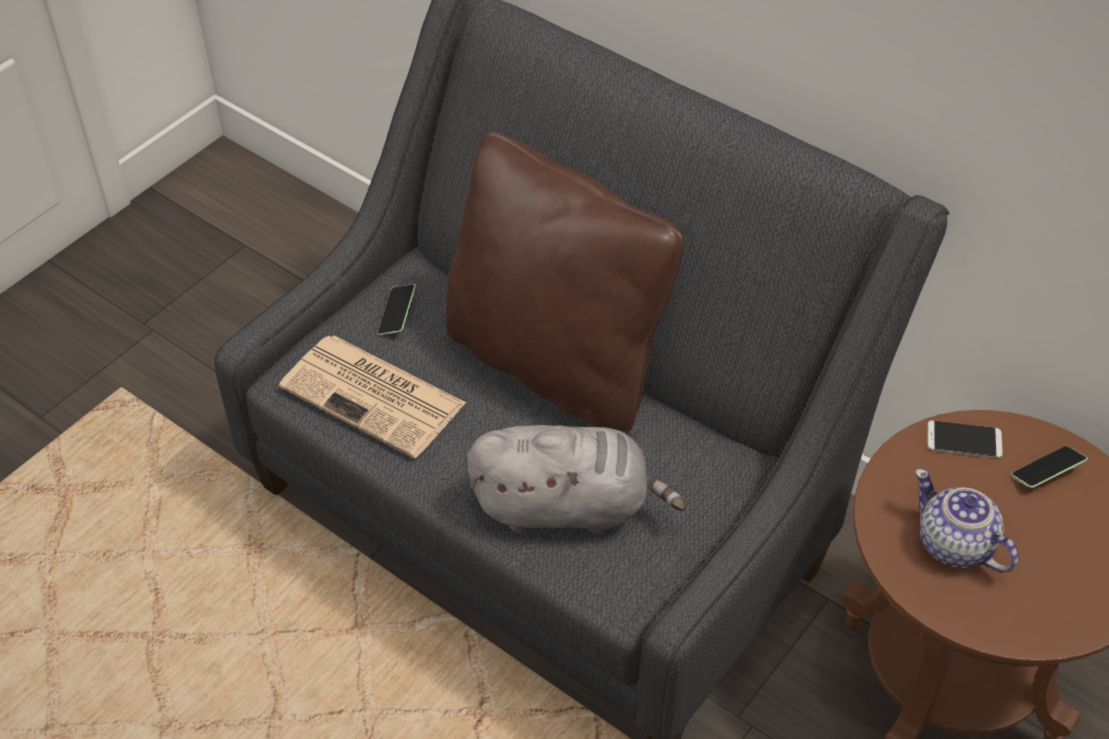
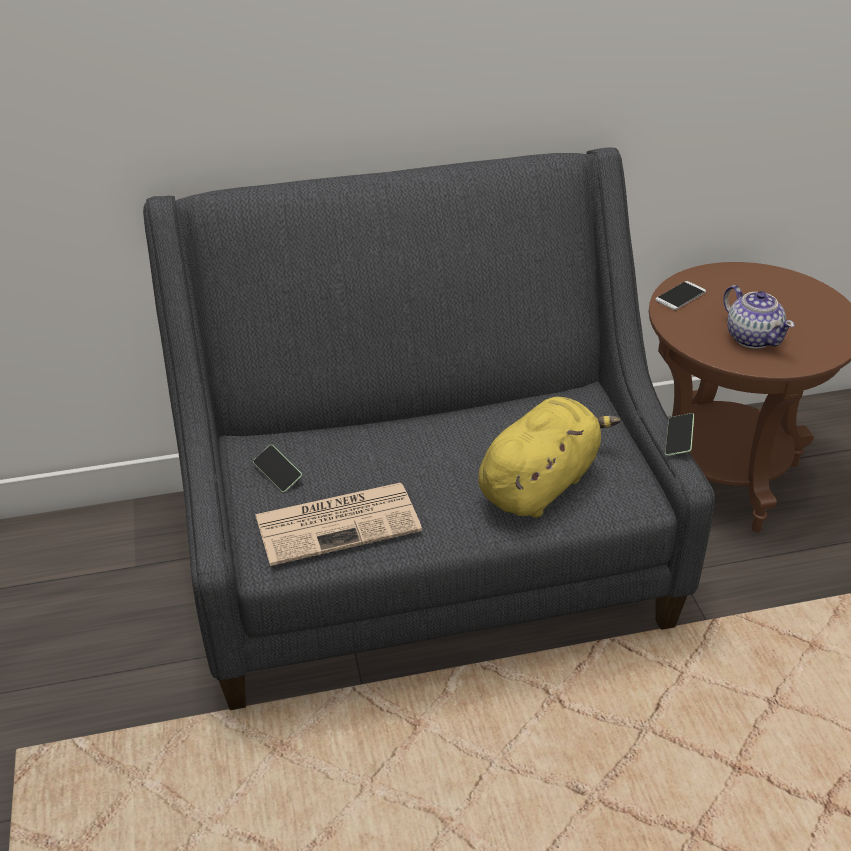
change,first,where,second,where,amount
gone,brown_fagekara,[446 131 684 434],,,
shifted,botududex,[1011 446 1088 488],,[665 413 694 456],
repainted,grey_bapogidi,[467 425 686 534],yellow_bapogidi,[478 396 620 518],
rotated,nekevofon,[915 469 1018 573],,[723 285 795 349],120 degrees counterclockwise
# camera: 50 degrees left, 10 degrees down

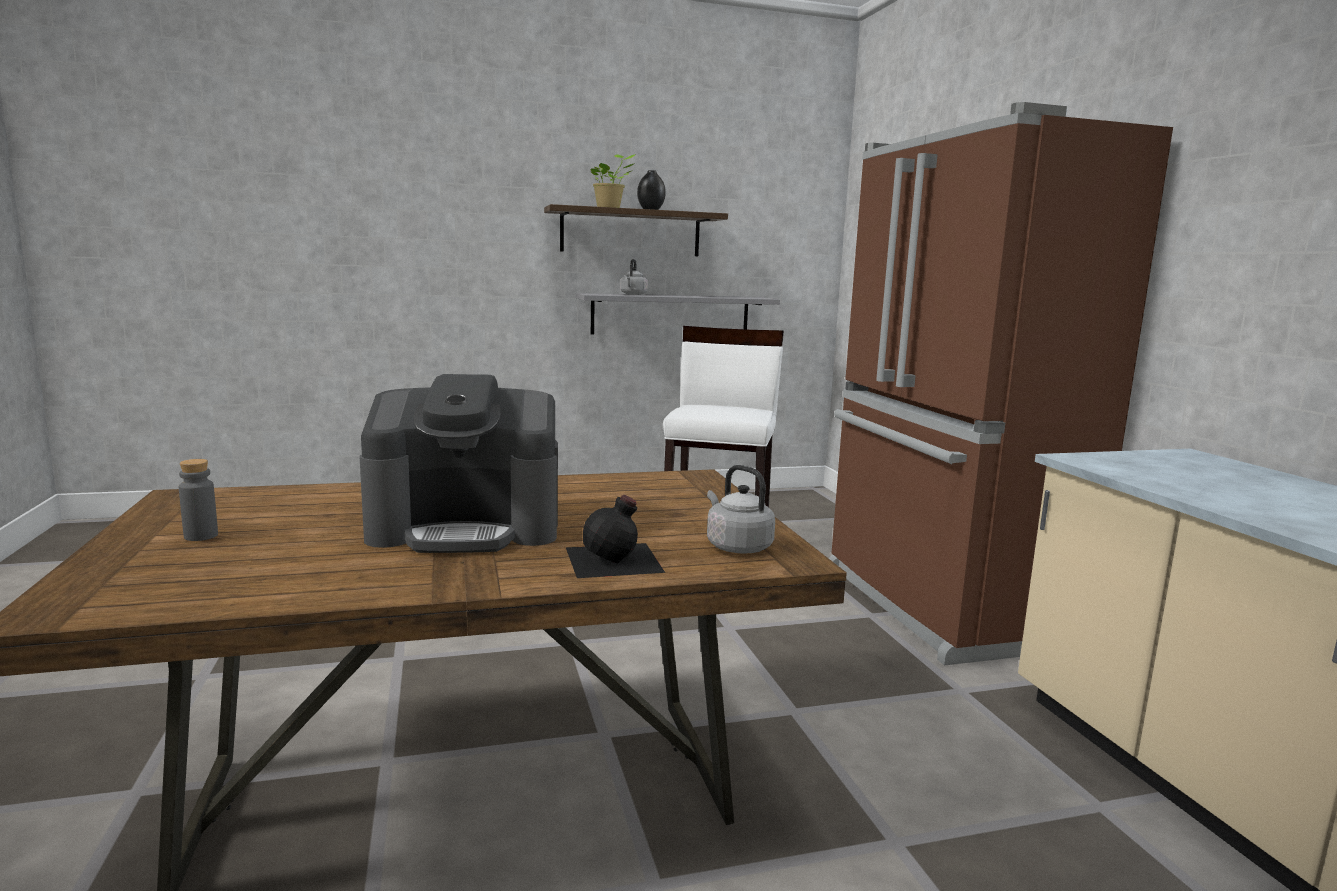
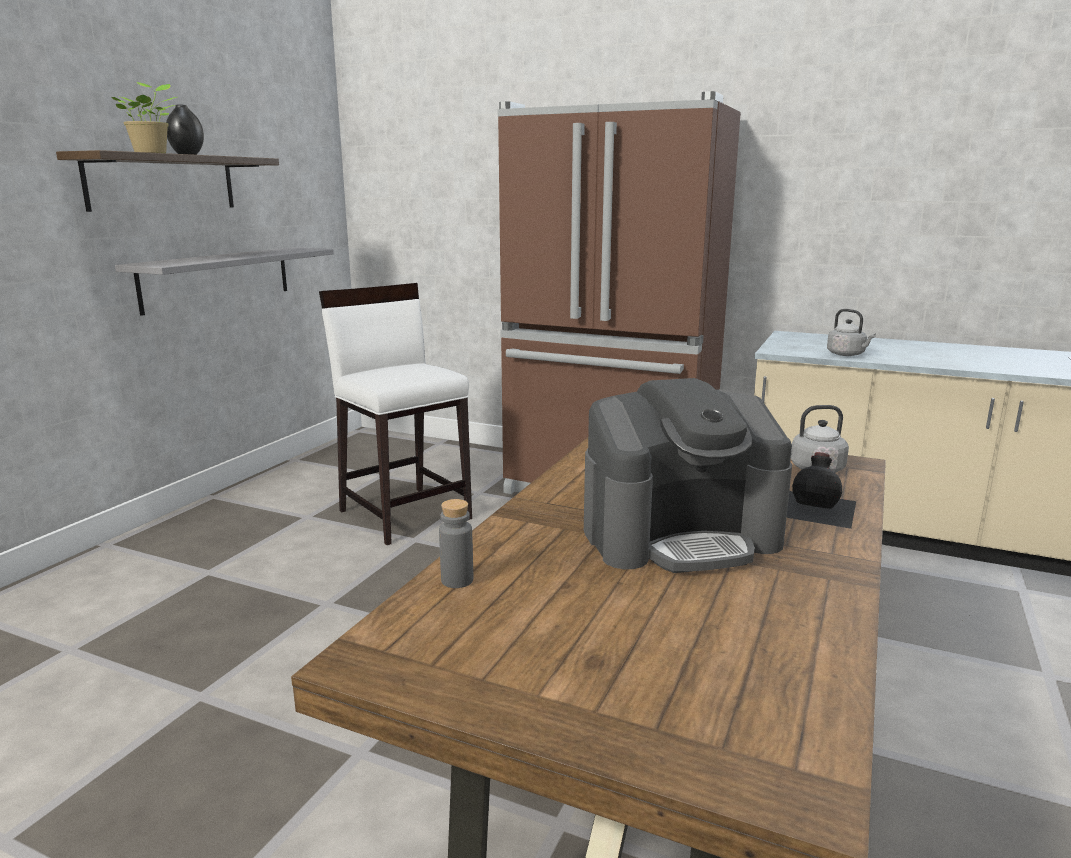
change,first,where,second,where,amount
shifted,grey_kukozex,[179 459 218 541],,[439 499 473 588],
shifted,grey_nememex,[620 259 648 295],,[827 309 876 356],
rotated,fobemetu,[360 374 558 553],,[584 378 792 573],45 degrees clockwise
# camera: 50 degrees left, 5 degrees up

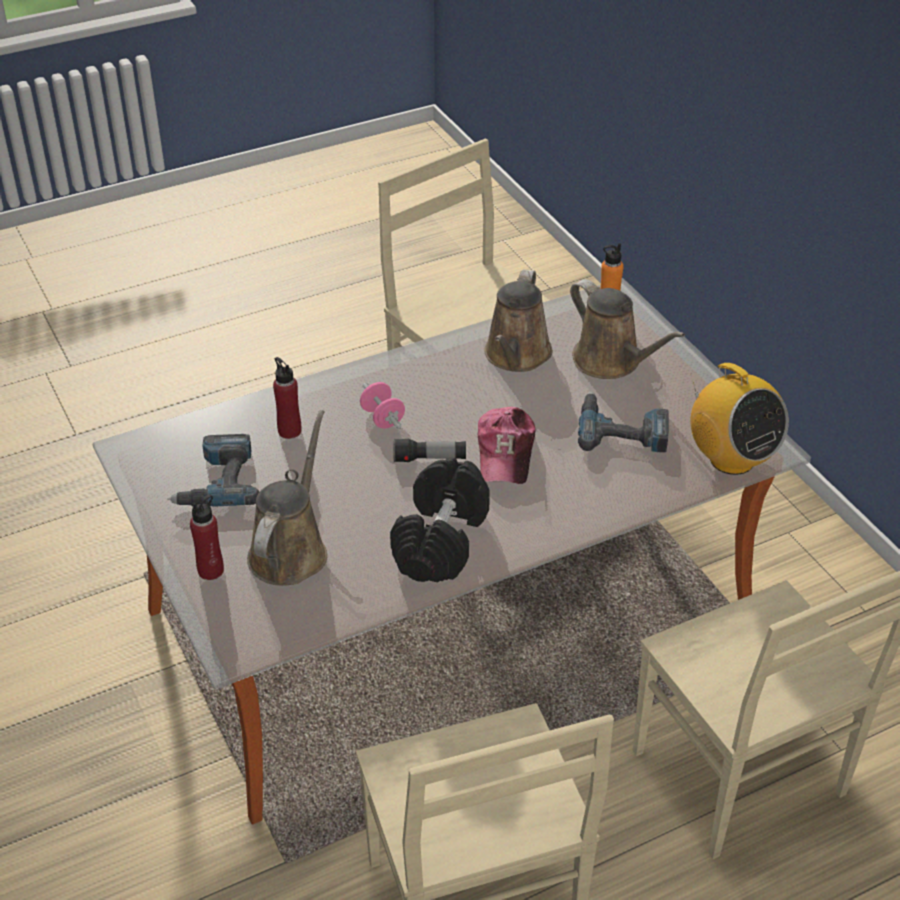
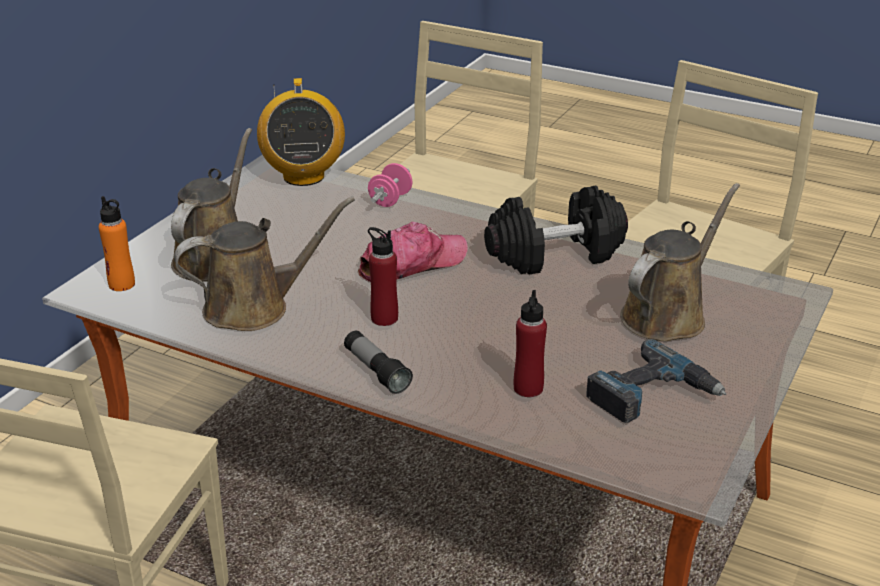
change,first,where,second,where,amount
gone,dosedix,[578 392 669 453],,,
shifted,red_kukozex,[190 495 224 580],,[368 227 398 326],
shifted,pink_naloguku,[360 382 405 429],,[368 163 412 207],
shifted,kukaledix,[393 439 466 462],,[344 331 413 394],
rotated,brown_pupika,[247 410 327 586],,[620 183 740 341],150 degrees clockwise
rotated,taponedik,[690 363 789 475],,[257 78 345 186],150 degrees clockwise
# camera: 125 degrees left, 10 degrees down

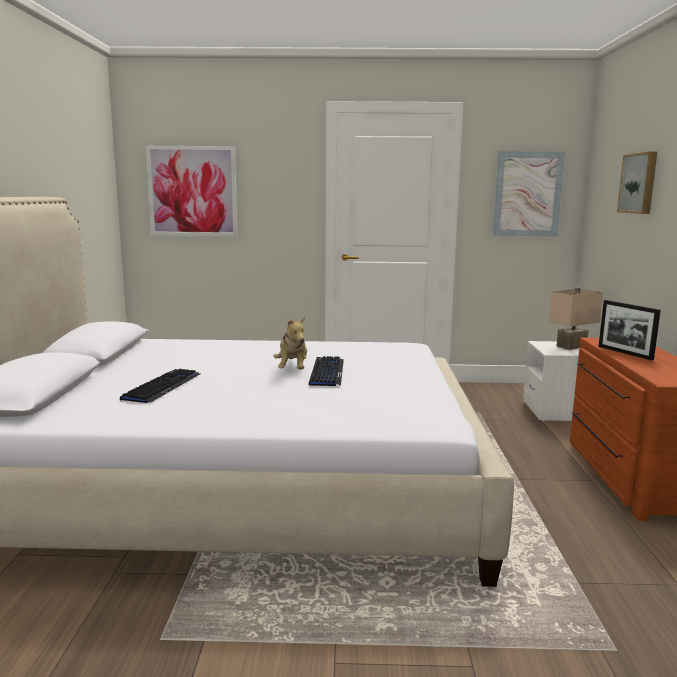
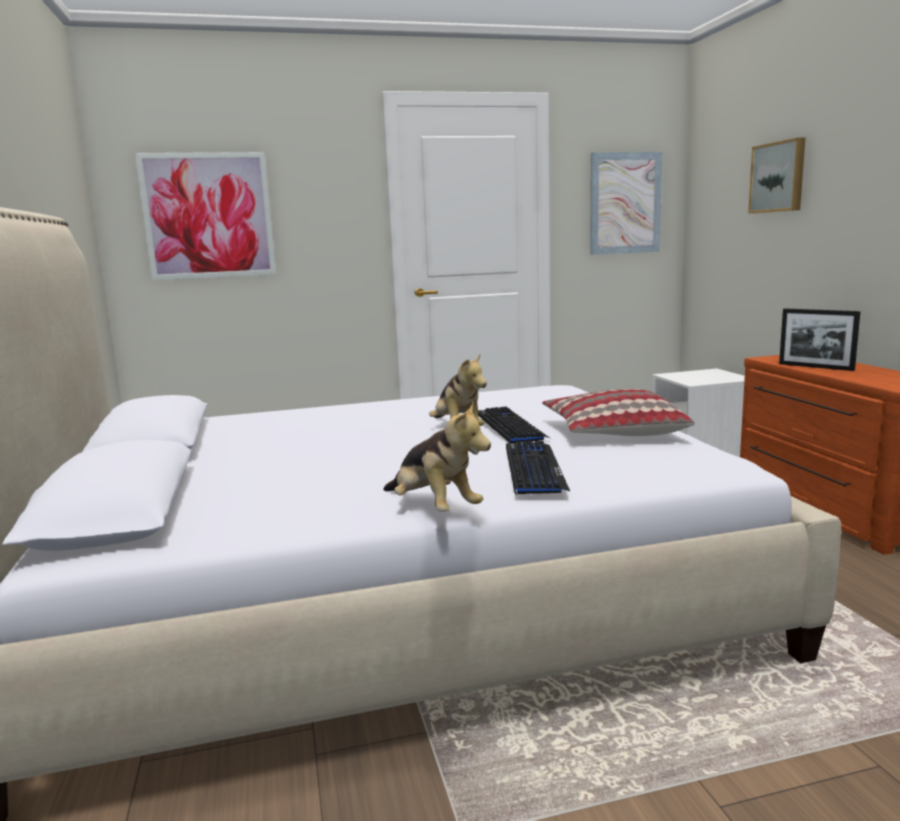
change,first,where,second,where,amount
gone,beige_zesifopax,[549 287 603 350],,,
new,,,bapogidi,[384 402 491 511],
new,,,fagekara,[542 389 695 436],
shifted,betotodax,[120 369 200 403],,[506 441 570 495],
# camera: 15 degrees left, 0 degrees up

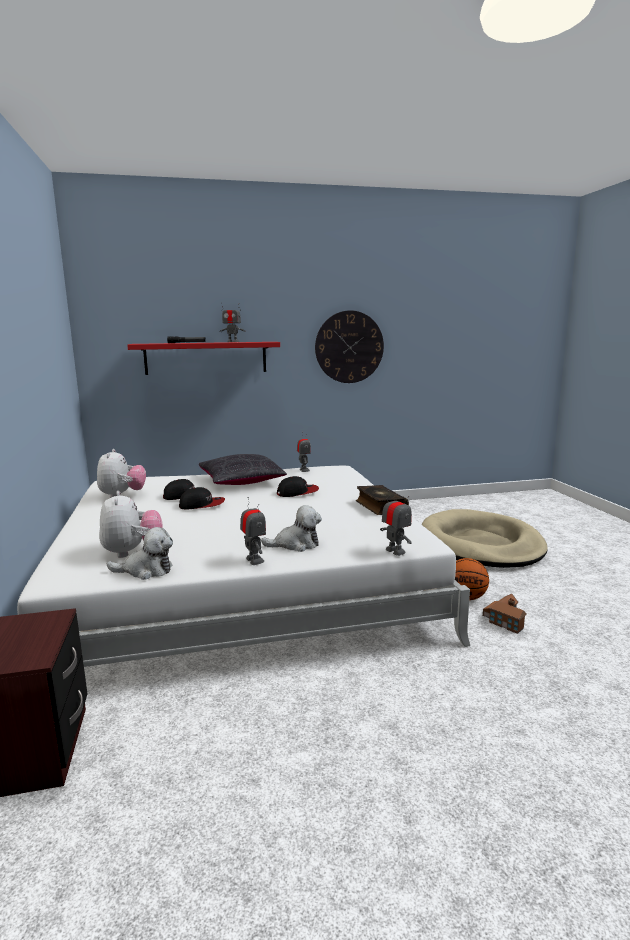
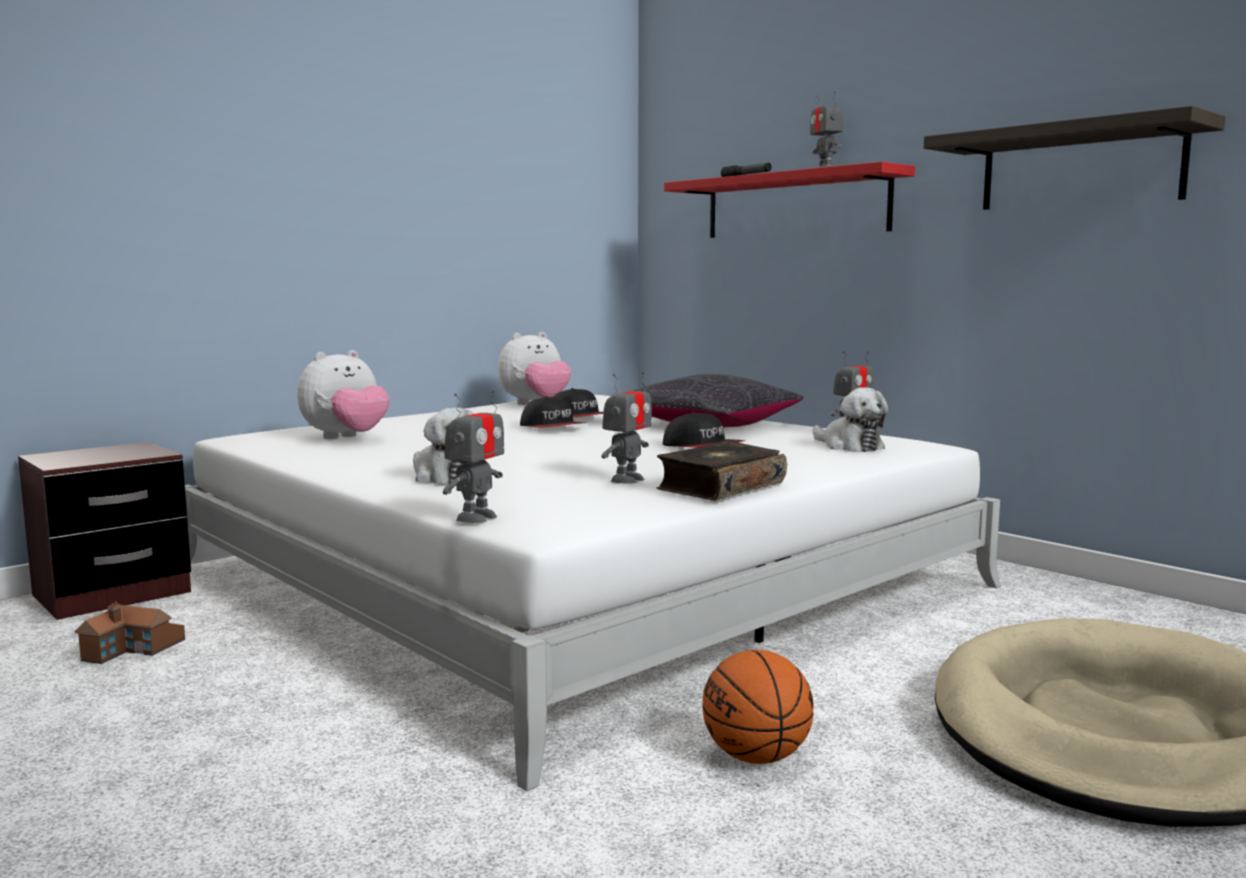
change,first,where,second,where,amount
shifted,bapogidi,[107 527 173 580],,[813 387 888 452],
shifted,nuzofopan,[240 497 266 565],,[602 372 652 484],
shifted,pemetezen,[483 594 527 634],,[75 602 185 664],
swapped,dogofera,[315 310 384 383],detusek,[924 106 1225 210],
# camera: 60 degrees right, 5 degrees down

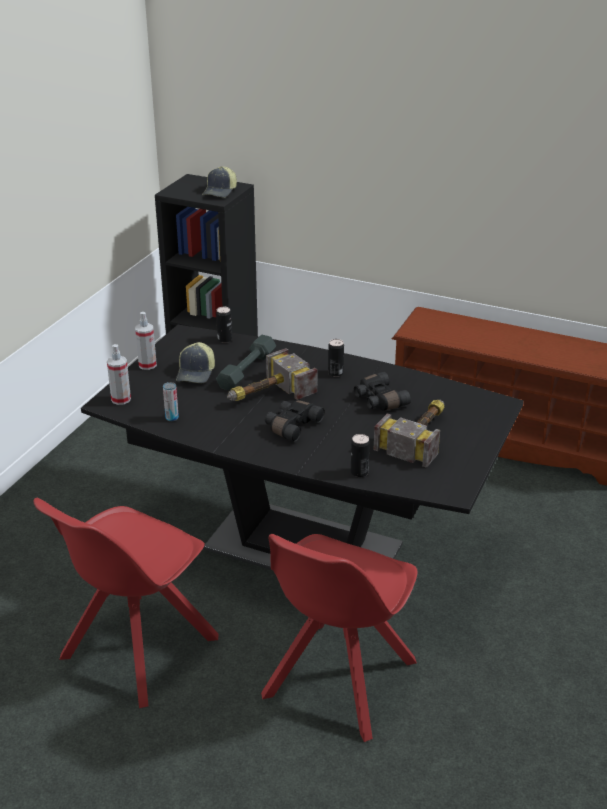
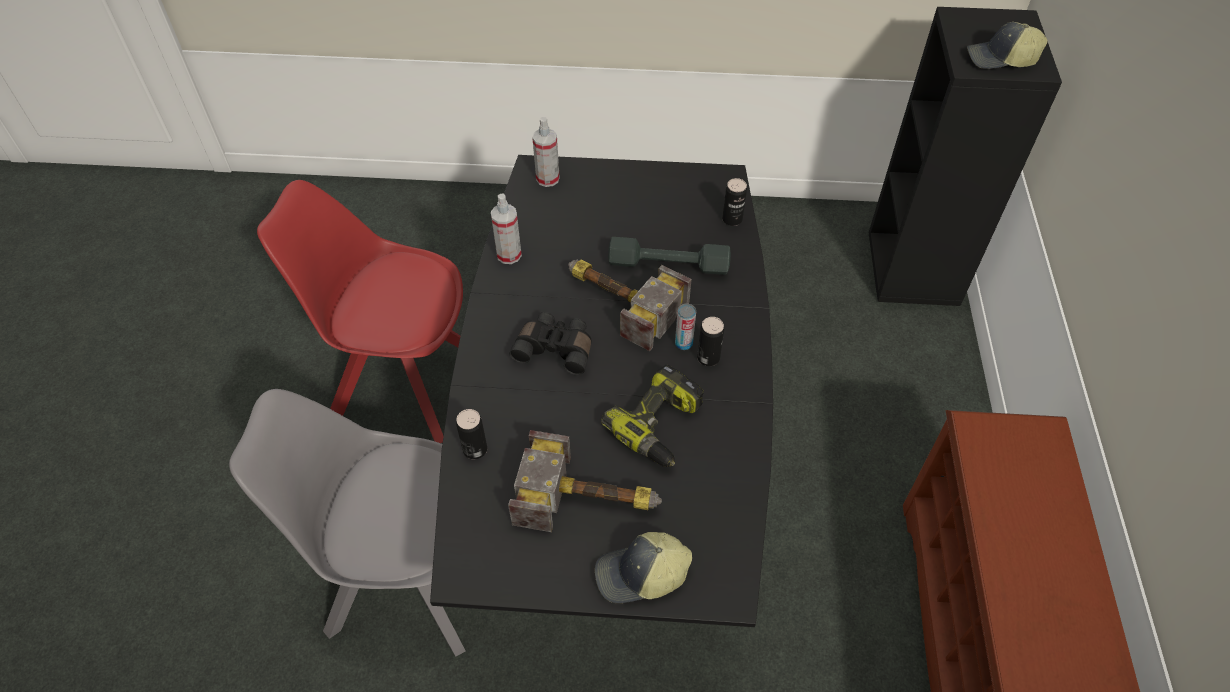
change,first,where,second,where,amount
shifted,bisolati,[135 312 157 370],,[491 194 522 264],
shifted,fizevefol,[163 382 179 421],,[675 304 696 350],
shifted,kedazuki,[176 342 215 383],,[595 532 692 603],
swapped,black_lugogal,[354 372 411 410],dosedix,[601 365 704 467],
repainted,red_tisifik,[261 534 417 742],grey_tisifik,[229 389 466 656],
# camera: 70 degrees right, 20 degrees up

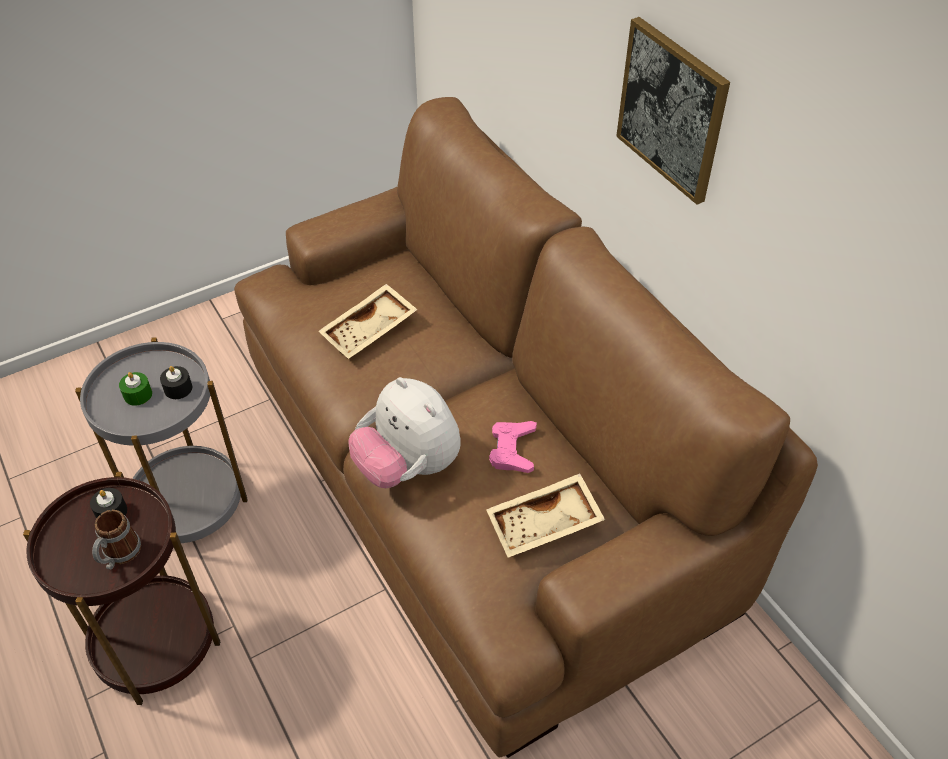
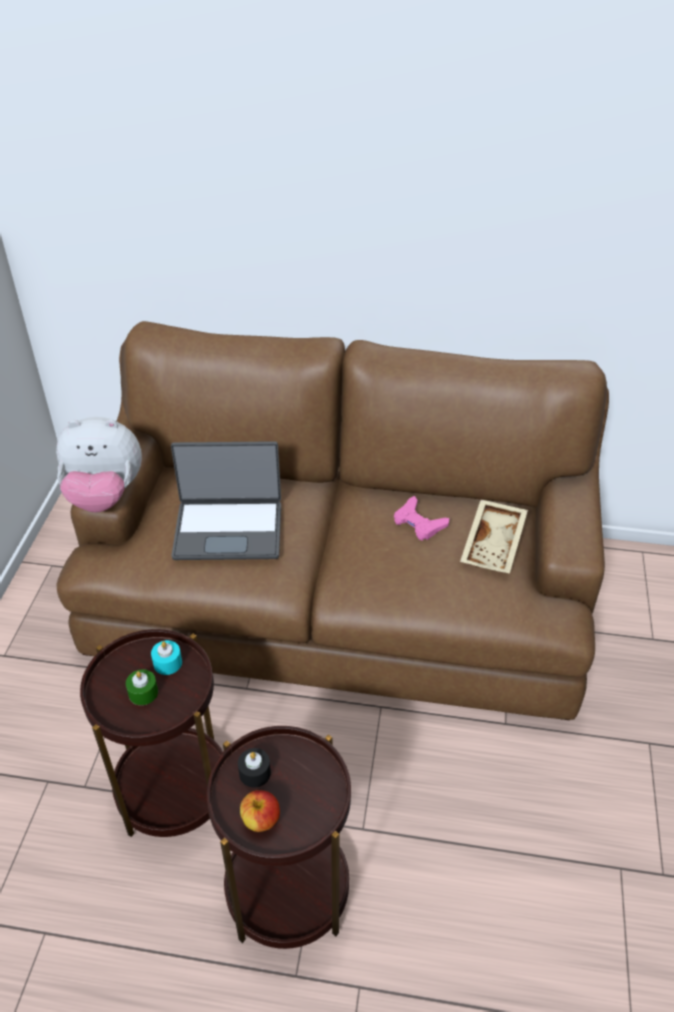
change,first,where,second,where,amount
gone,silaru,[92 510 141 570],,,
gone,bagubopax,[616 17 730 205],,,
new,,,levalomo,[240 790 280 832],
shifted,bapogidi,[348 377 461 488],,[56 417 142 512],
swapped,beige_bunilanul,[318 284 418 359],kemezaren,[171 441 281 560],
repainted,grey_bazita,[75 337 247 548],brown_bazita,[80 629 223 837],
repainted,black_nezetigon,[160 366 192 399],turquoise_nezetigon,[151 640 182 675],
# camera: 50 degrees left, 5 degrees down

